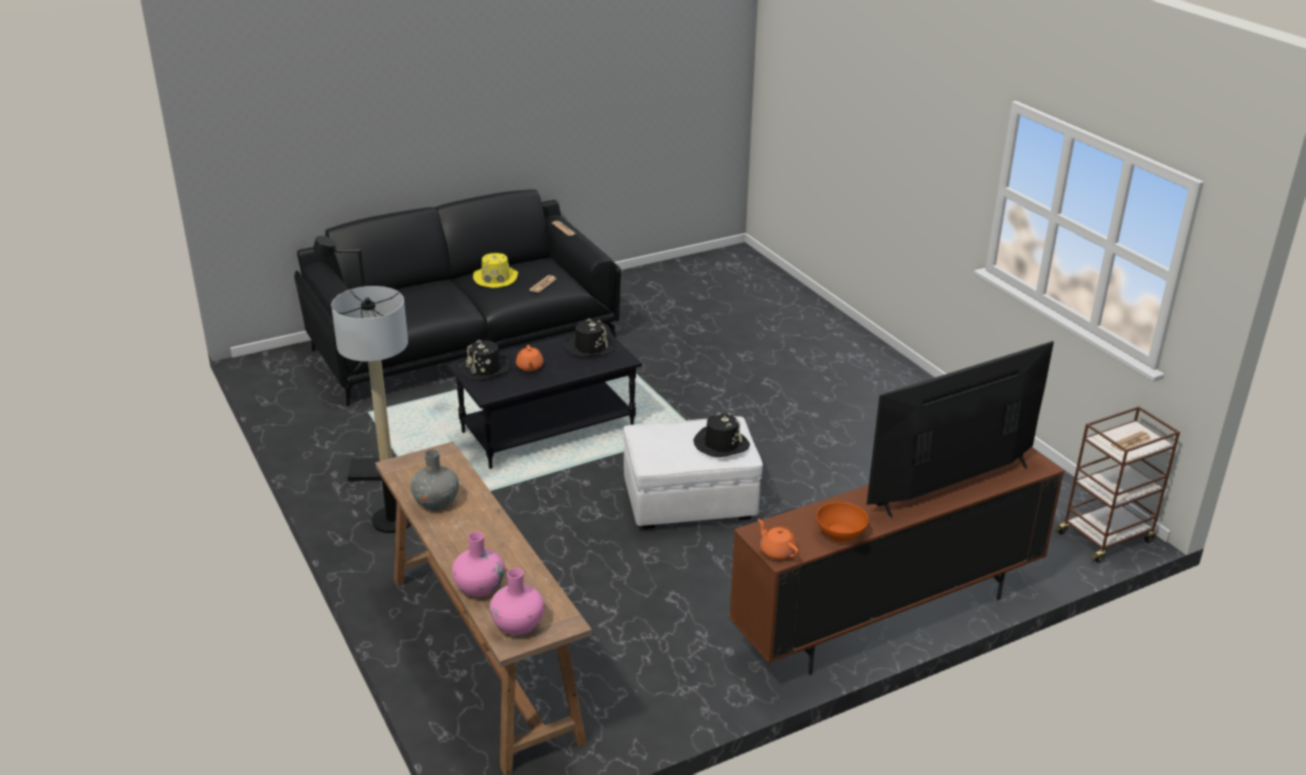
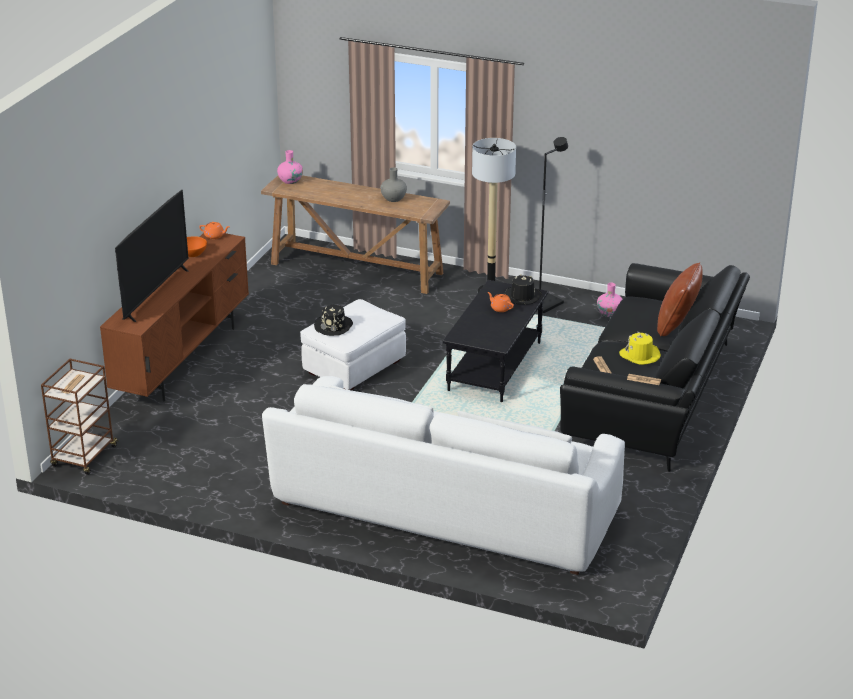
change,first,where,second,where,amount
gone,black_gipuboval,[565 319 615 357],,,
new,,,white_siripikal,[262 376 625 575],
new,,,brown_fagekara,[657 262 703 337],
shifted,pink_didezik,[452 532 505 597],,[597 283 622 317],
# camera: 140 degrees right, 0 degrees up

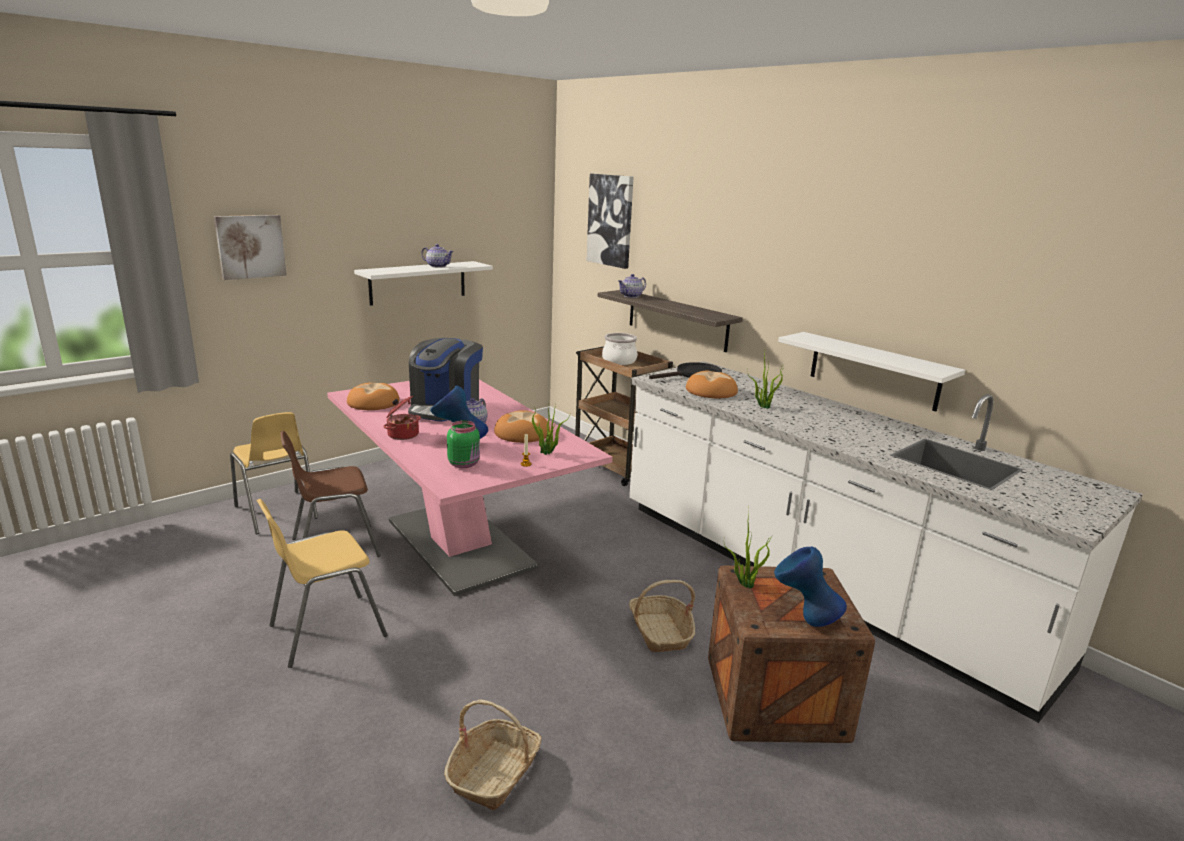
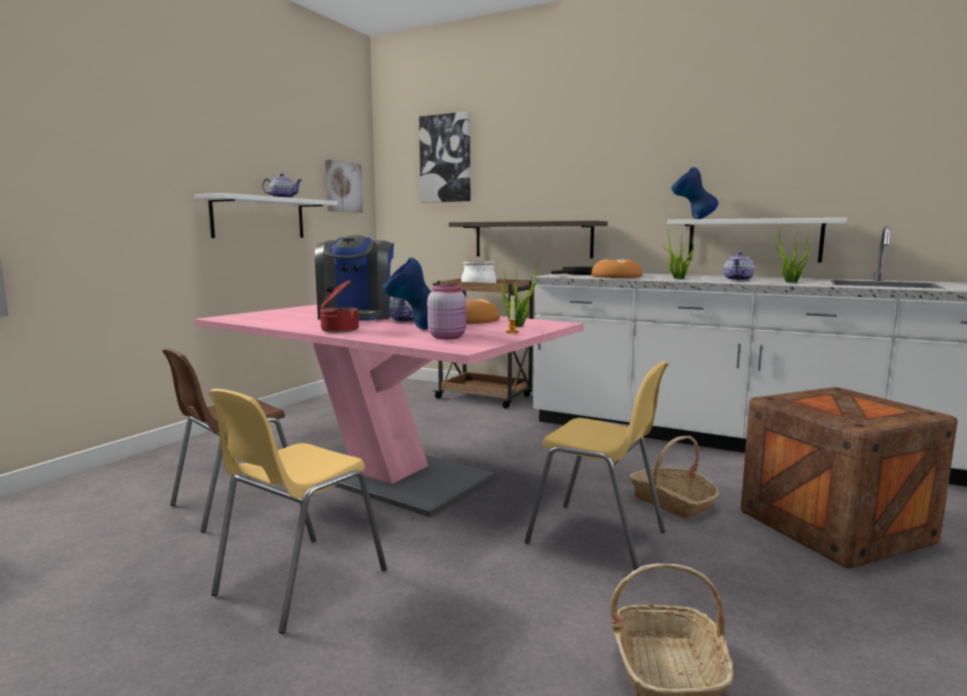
change,first,where,second,where,amount
gone,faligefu,[347 383 399 410],,,
shifted,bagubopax,[214 215 287 280],,[325 160 363 213],
shifted,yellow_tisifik,[230 412 318 534],,[525 361 669 570],
shifted,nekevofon,[618 274 646 298],,[724 252 755 281],
shifted,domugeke,[724 508 772 588],,[775 227 810 283],
shifted,blue_didezik,[774 547 847 627],,[671 167 718 219],
repainted,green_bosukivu,[447 420 480 468],pink_bosukivu,[427 285 466 339],
# camera: 20 degrees left, 10 degrees down

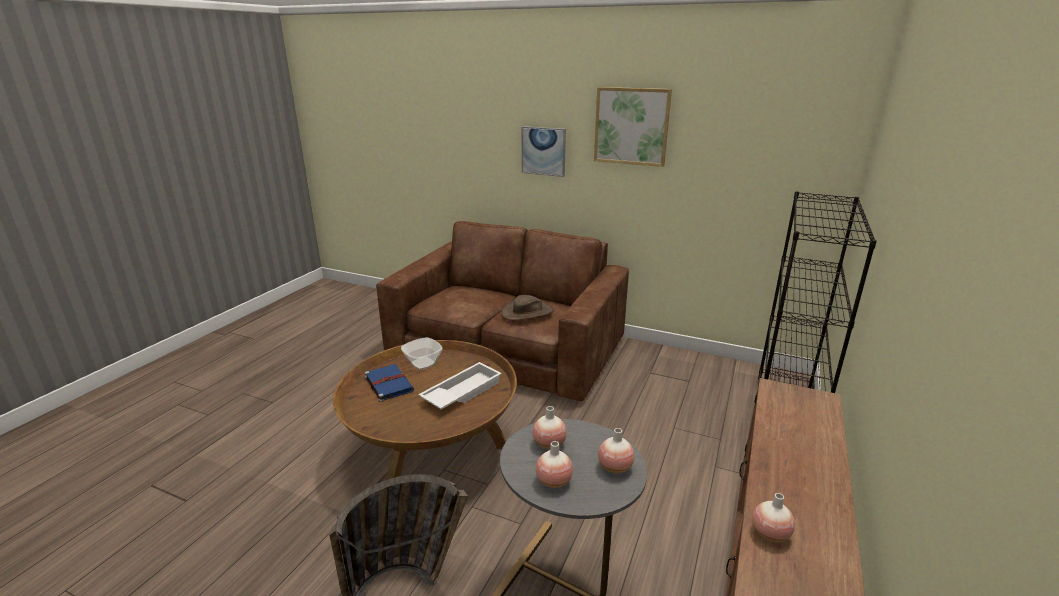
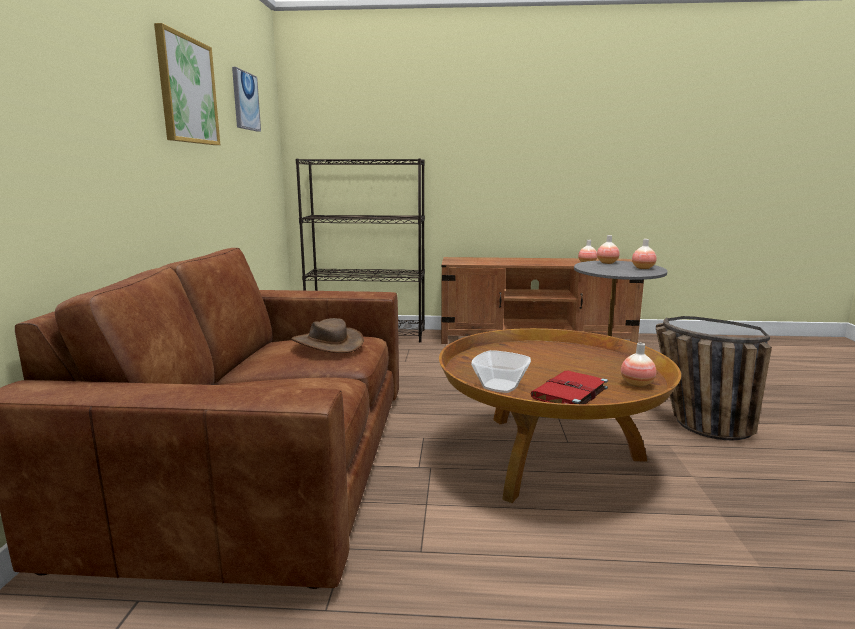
change,first,where,second,where,amount
gone,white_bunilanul,[418 362 502 409],,,
shifted,bagubopax,[522 126 566 177],,[232 67 261 132],
shifted,didezik,[533 406 567 449],,[621 343 656 387],
repainted,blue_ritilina,[364 364 414 402],red_ritilina,[530 371 608 404],
# camera: 110 degrees left, 10 degrees down

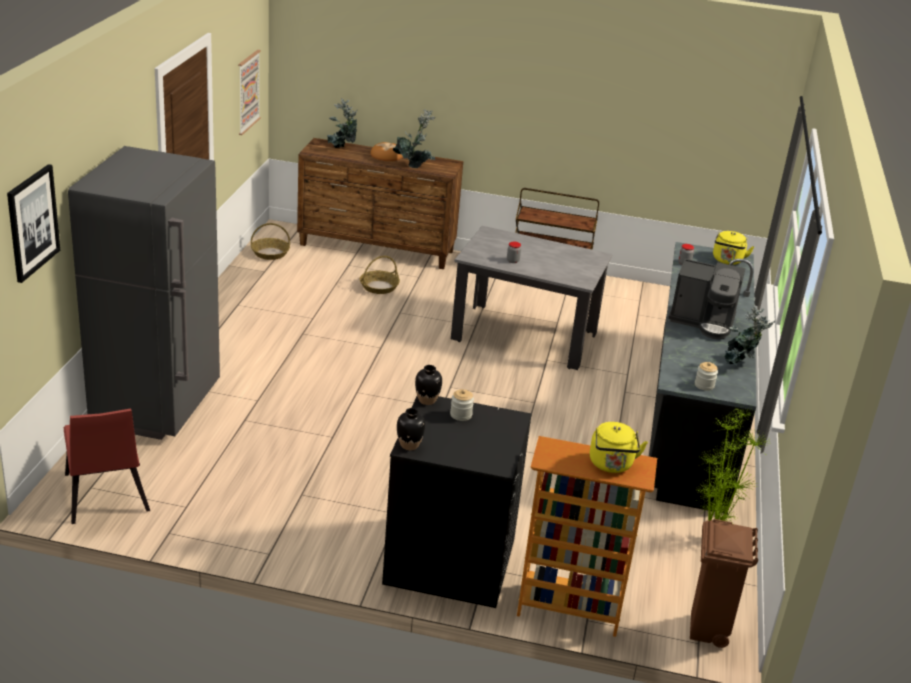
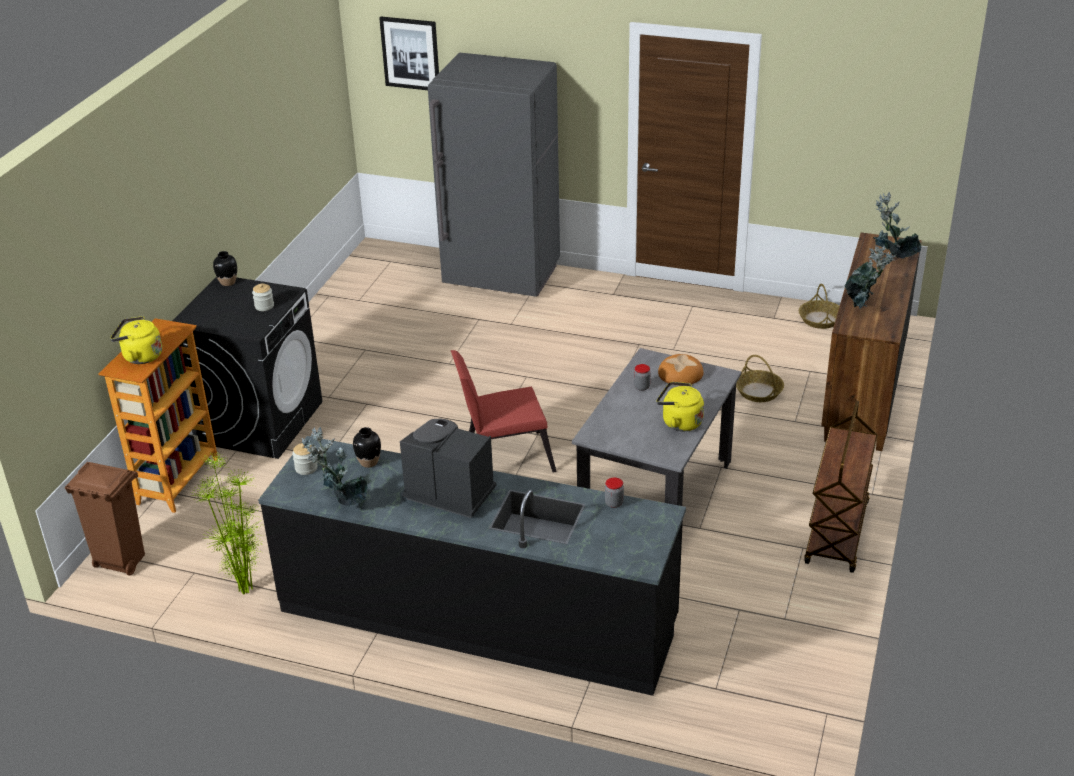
change,first,where,second,where,amount
gone,bagubopax,[238 50 261 135],,,
shifted,red_tisifik,[64 408 150 524],,[451 350 557 472],
shifted,faligefu,[371 142 403 161],,[658 354 704 386],
shifted,black_didezik,[415 365 442 405],,[353 427 381 468],
shifted,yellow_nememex,[713 231 754 265],,[657 382 704 431],
rotated,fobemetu,[668 259 745 339],,[400 418 496 518],90 degrees clockwise
# camera: 100 degrees right, 5 degrees up

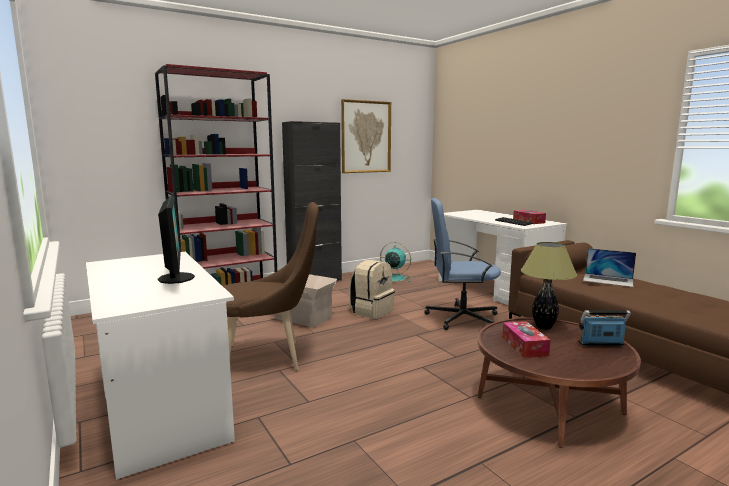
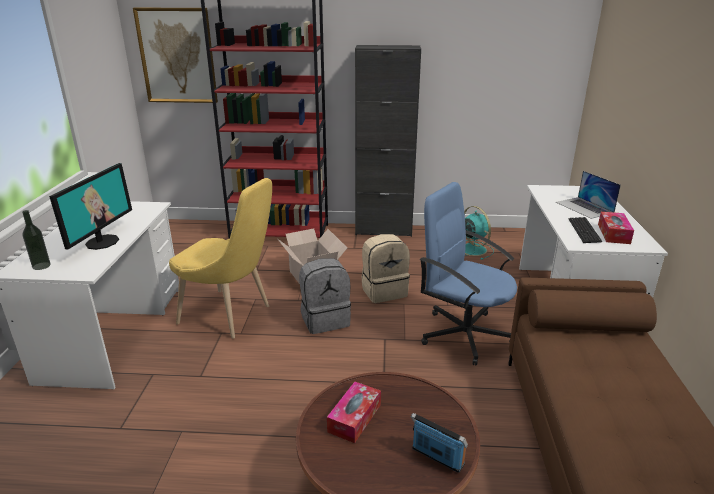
change,first,where,second,where,amount
gone,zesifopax,[521 242 577 330],,,
new,,,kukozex,[22 210 51 270],
new,,,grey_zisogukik,[299 258 351 334],
shifted,bagubopax,[341 99 391 173],,[133 8 218 103],
shifted,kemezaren,[583 248 636 287],,[556 171 621 219],
repainted,brown_tisifik,[223 202 318 370],yellow_tisifik,[169 178 272 339],
# camera: 35 degrees right, 15 degrees up

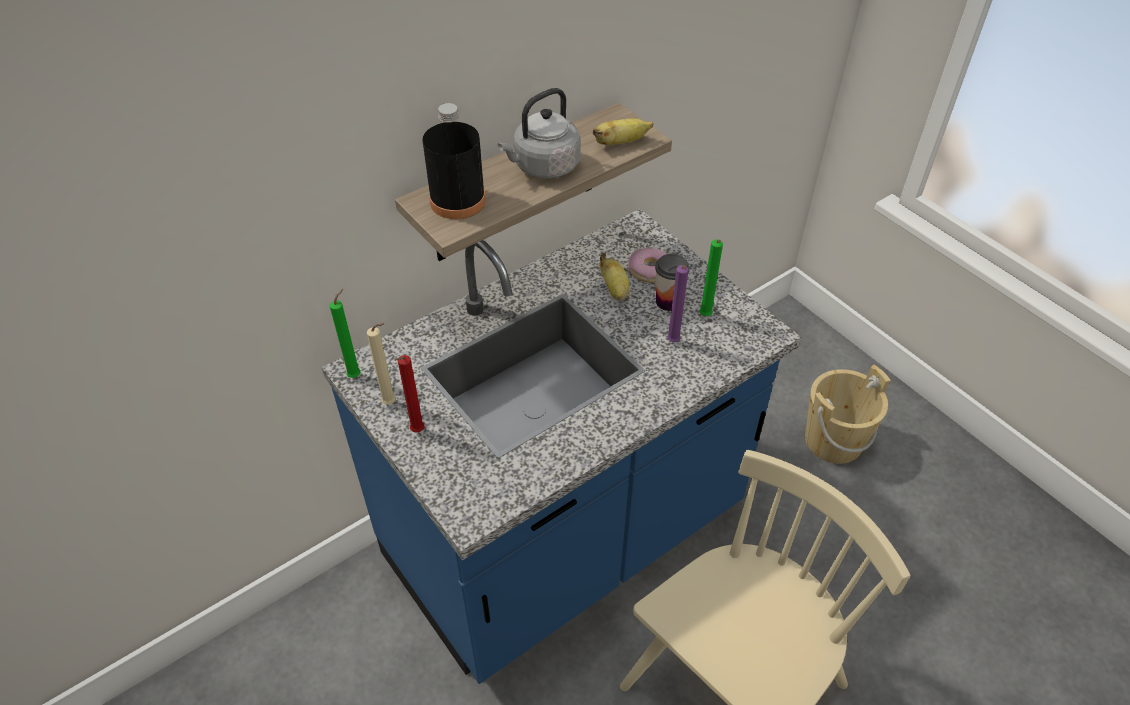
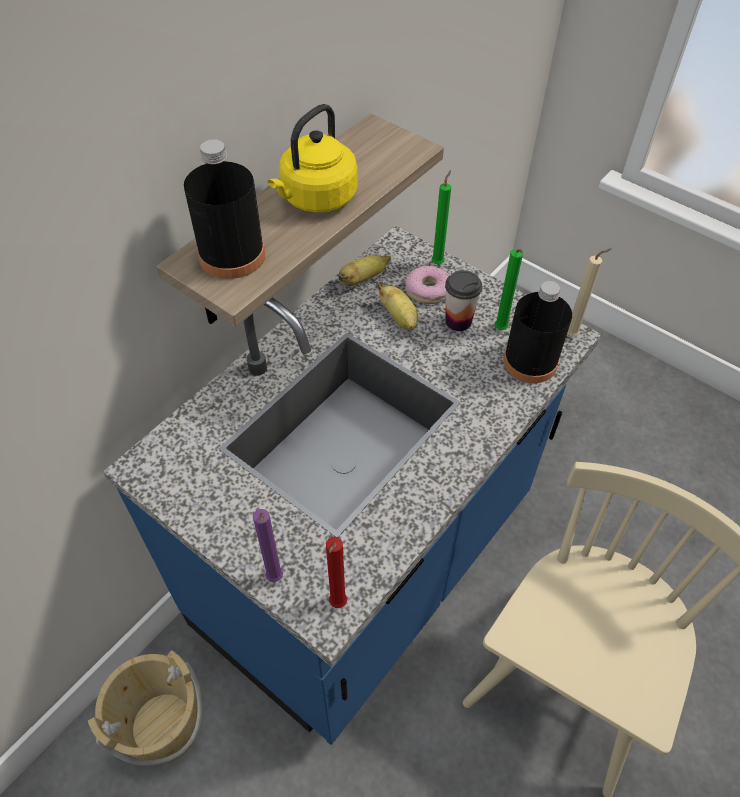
change,first,where,second,where,amount
new,,,black_kukozex,[503 281 572 383],
shifted,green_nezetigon,[330 289 361 378],,[431 170 451 264],
shifted,beige_nezetigon,[367 323 396 405],,[567 248 612 337],
shifted,red_nezetigon,[395 355 425 433],,[326 537 347 608],
shifted,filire,[593 118 653 145],,[339 255 391 286],
shifted,purple_nezetigon,[667 265 689 342],,[253 509 283 582],
shifted,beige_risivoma,[805 365 891 464],,[88 650 202 765],
repainted,grey_nememex,[498 88 581 179],yellow_nememex,[268 104 358 213],
# camera: 15 degrees left, 5 degrees up

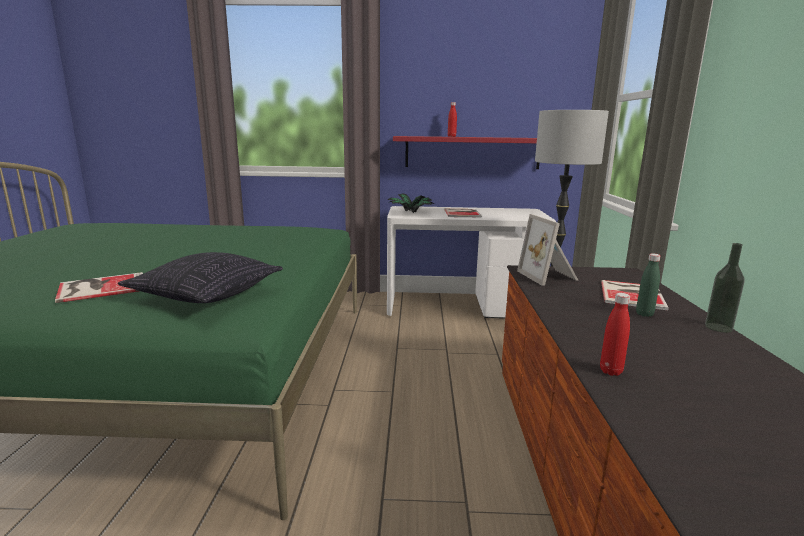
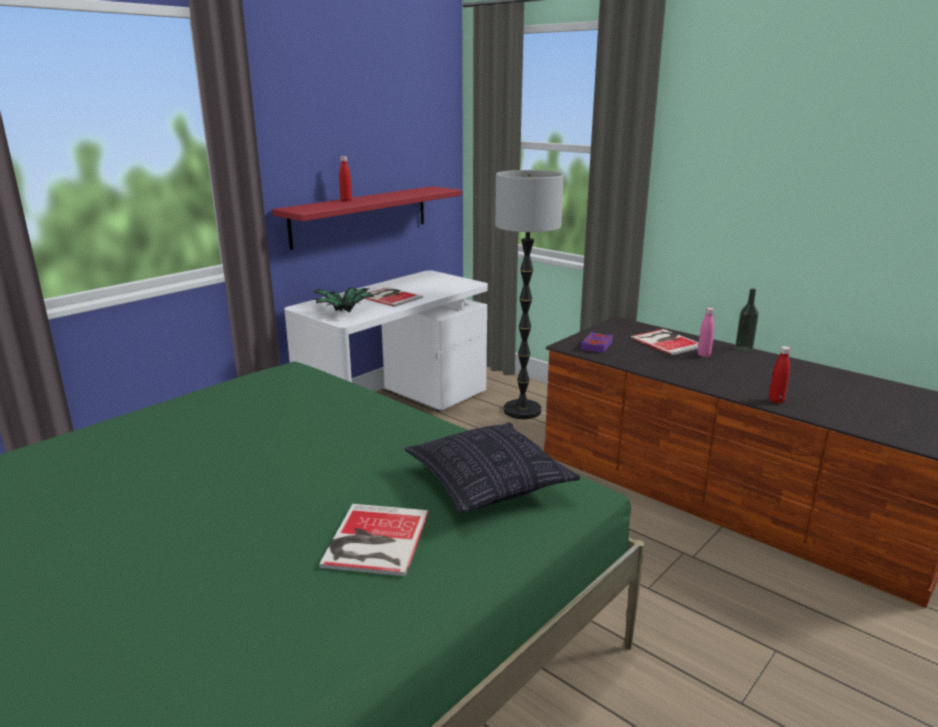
change,first,where,second,where,amount
swapped,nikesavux,[517 214 579 286],purple_ritilina,[581 332 613 353],
repainted,green_kukozex,[636 253 660 317],pink_kukozex,[698 308 714 357],
# camera: 50 degrees left, 5 degrees up

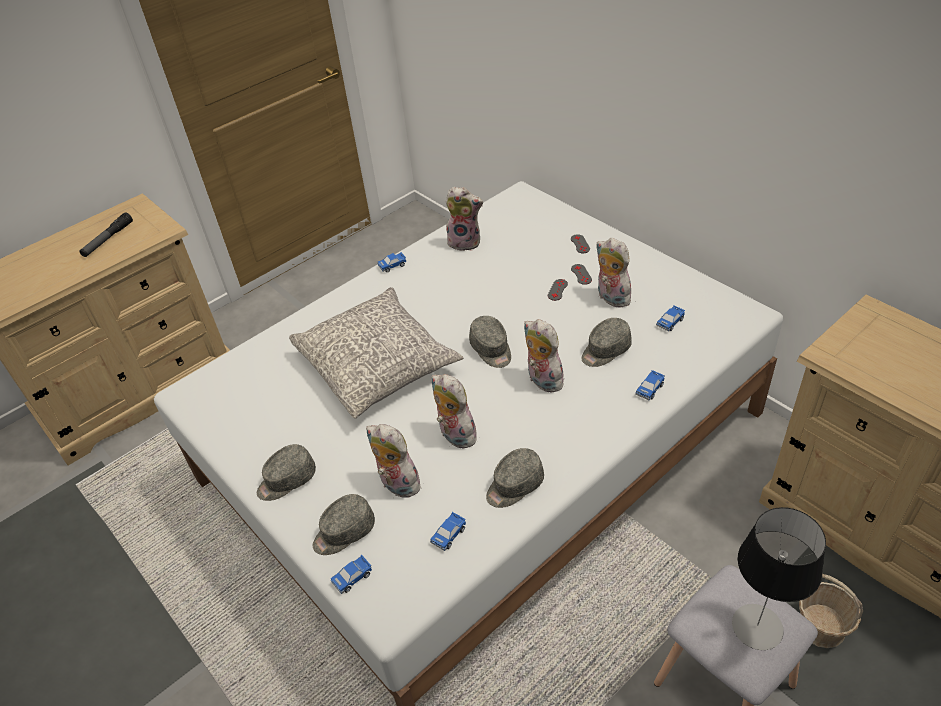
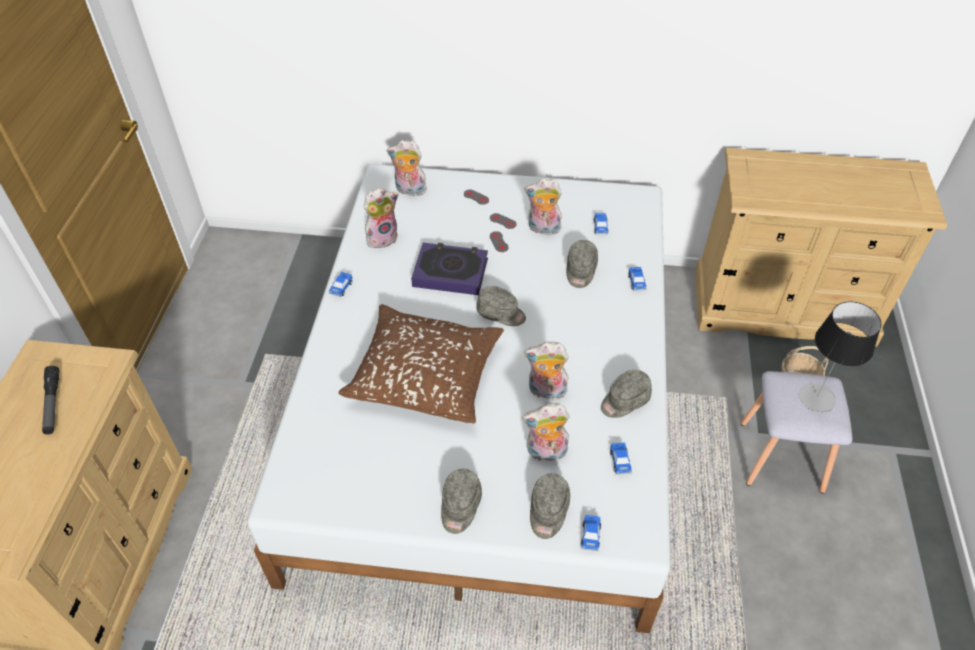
change,first,where,second,where,amount
new,,,ritilina,[411 243 488 295],
shifted,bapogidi,[524 319 565 393],,[387 140 427 196],
repainted,grey_fagekara,[289 287 463 419],brown_fagekara,[338 304 504 423],
rotated,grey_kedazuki,[486 448 544 508],,[601 370 652 418],45 degrees clockwise
# camera: 45 degrees left, 5 degrees up

